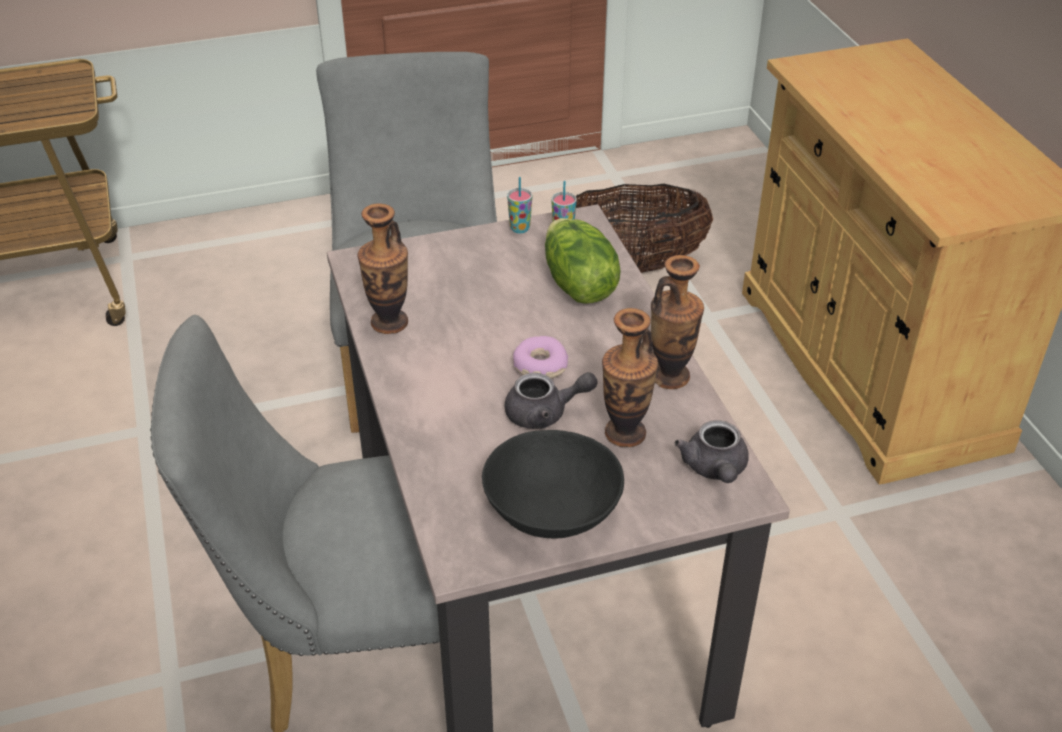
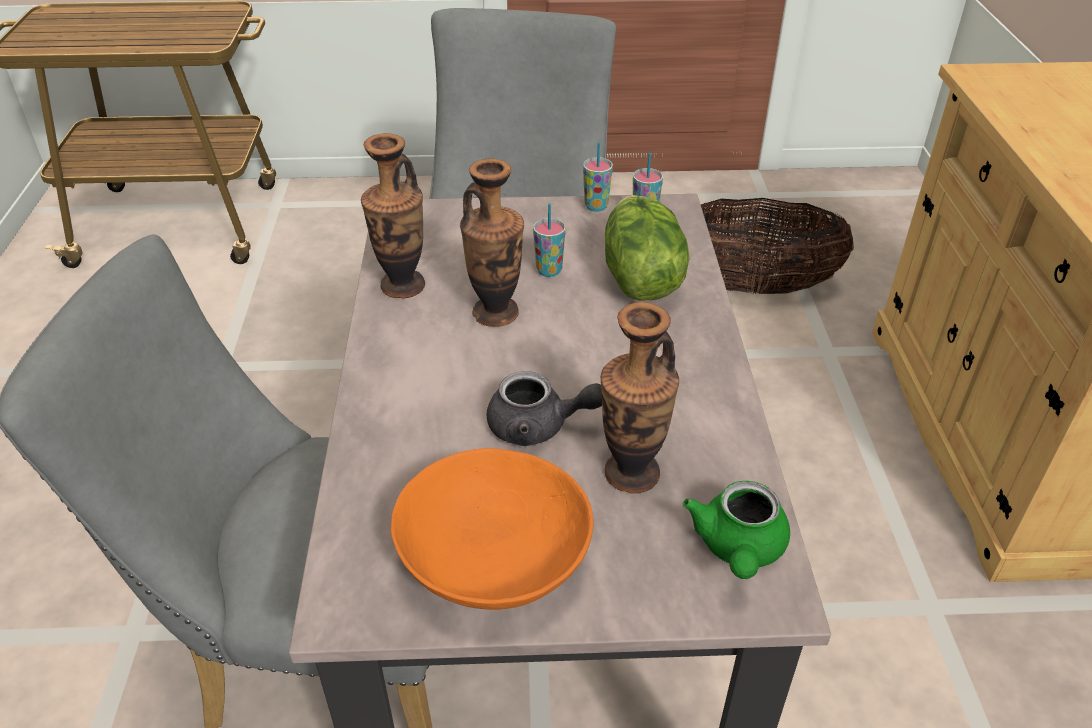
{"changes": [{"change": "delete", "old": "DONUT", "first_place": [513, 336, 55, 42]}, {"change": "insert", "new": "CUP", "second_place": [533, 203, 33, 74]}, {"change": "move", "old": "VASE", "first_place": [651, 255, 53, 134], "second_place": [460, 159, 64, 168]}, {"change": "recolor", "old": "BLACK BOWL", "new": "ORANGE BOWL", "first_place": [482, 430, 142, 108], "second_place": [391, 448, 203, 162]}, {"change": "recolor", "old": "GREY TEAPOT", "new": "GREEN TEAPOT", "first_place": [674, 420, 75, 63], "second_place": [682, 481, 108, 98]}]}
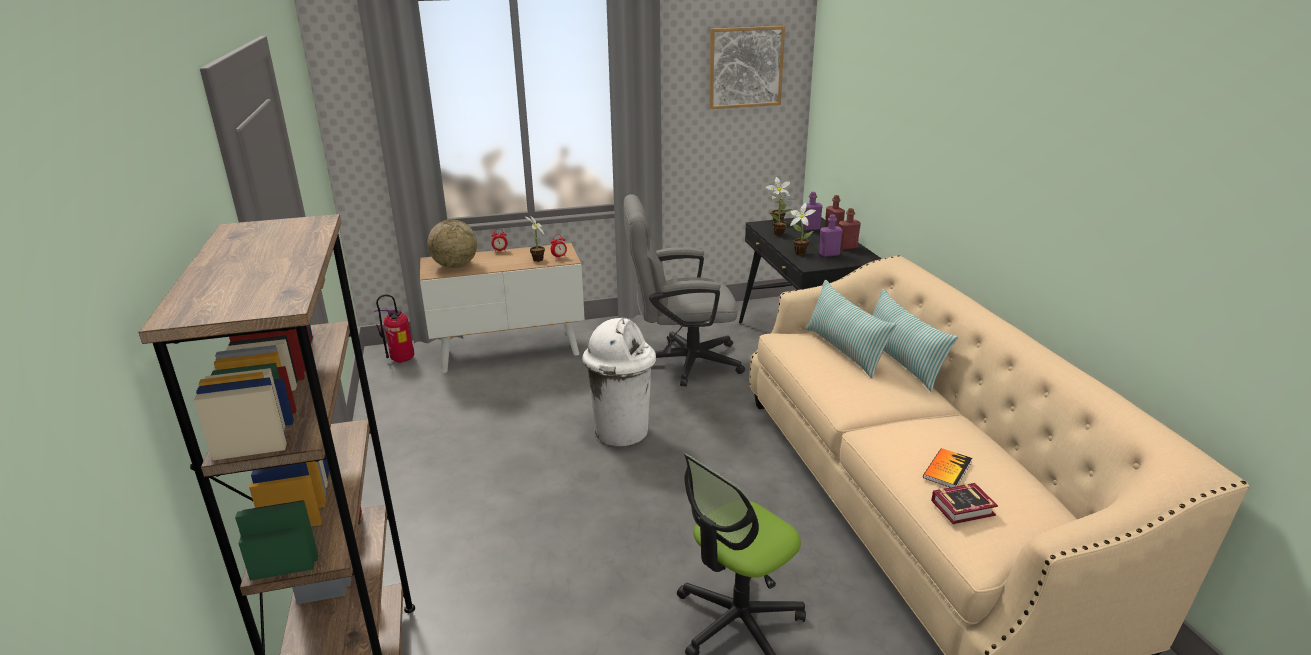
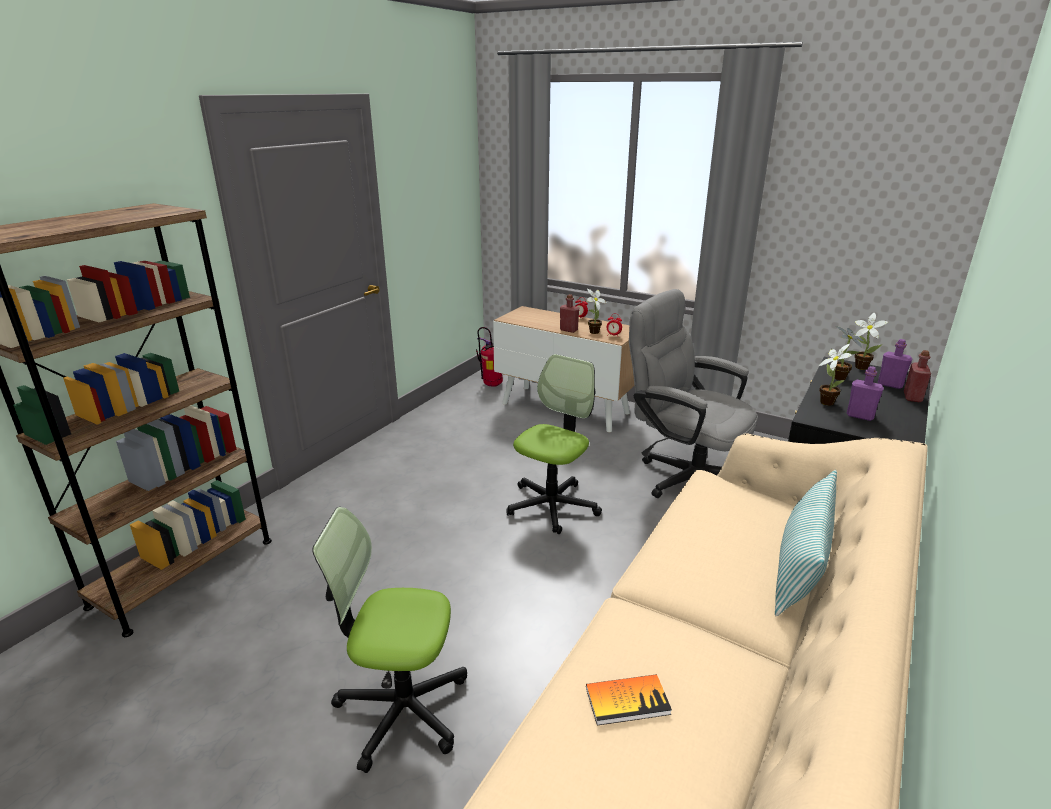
{"changes": [{"change": "delete", "old": "GLOBE", "first_place": [427, 219, 50, 49]}, {"change": "delete", "old": "PICTURE", "first_place": [709, 26, 76, 83]}, {"change": "delete", "old": "PILLOW", "first_place": [806, 280, 90, 99]}, {"change": "delete", "old": "BOOK", "first_place": [931, 483, 67, 41]}, {"change": "move", "old": "RED BOTTLE", "first_place": [839, 208, 22, 42], "second_place": [560, 294, 19, 39]}, {"change": "replace", "old": "WHITE TRASH CAN", "new": "OFFICE CHAIR", "first_place": [582, 318, 74, 129], "second_place": [506, 354, 96, 180]}]}
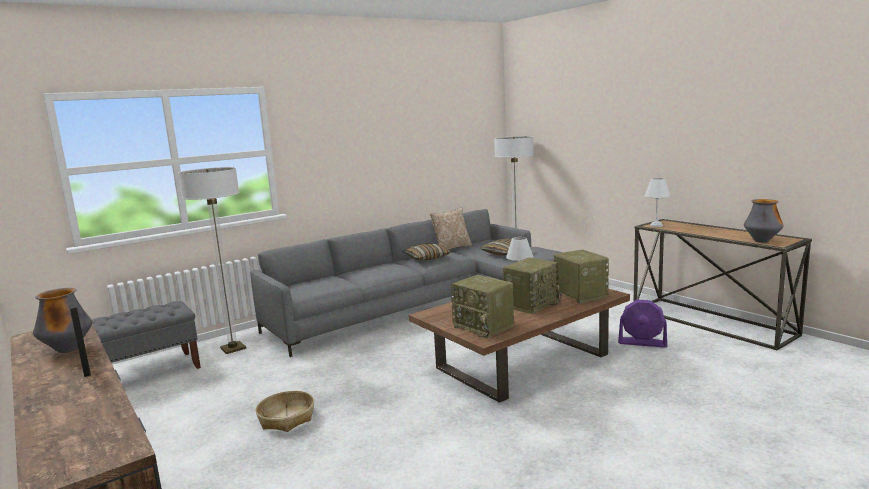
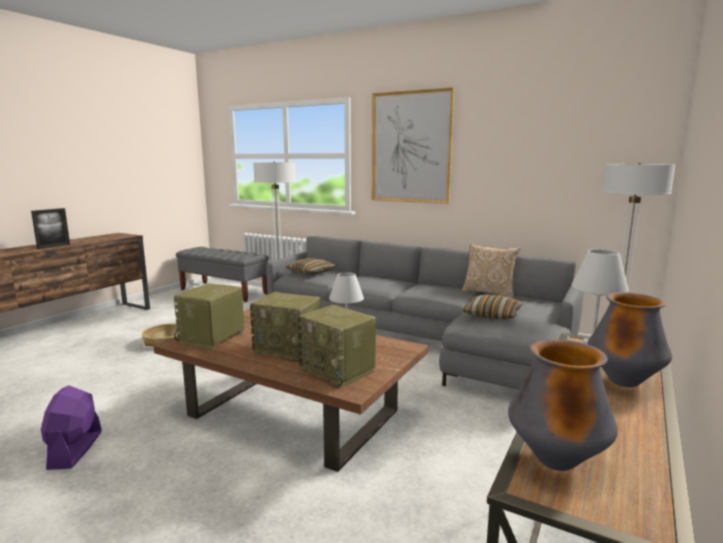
{"changes": [{"change": "insert", "new": "PICTURE", "second_place": [372, 87, 82, 117]}, {"change": "move", "old": "VASE", "first_place": [33, 288, 59, 65], "second_place": [588, 292, 84, 95]}, {"change": "move", "old": "PILLOW", "first_place": [403, 243, 47, 17], "second_place": [285, 258, 52, 16]}, {"change": "move", "old": "PURPLE FAN", "first_place": [618, 300, 49, 48], "second_place": [41, 385, 61, 85]}, {"change": "rotate", "old": "RADIO", "first_place": [554, 249, 55, 55], "second_place": [298, 305, 78, 83], "degrees": 90}]}
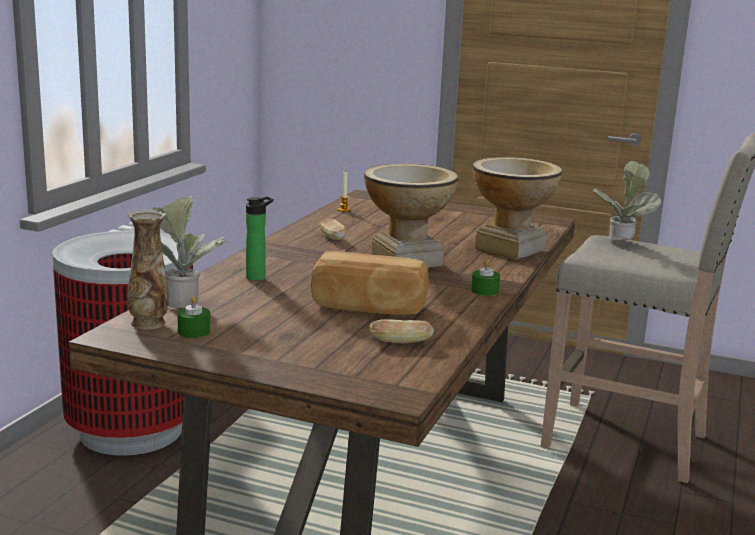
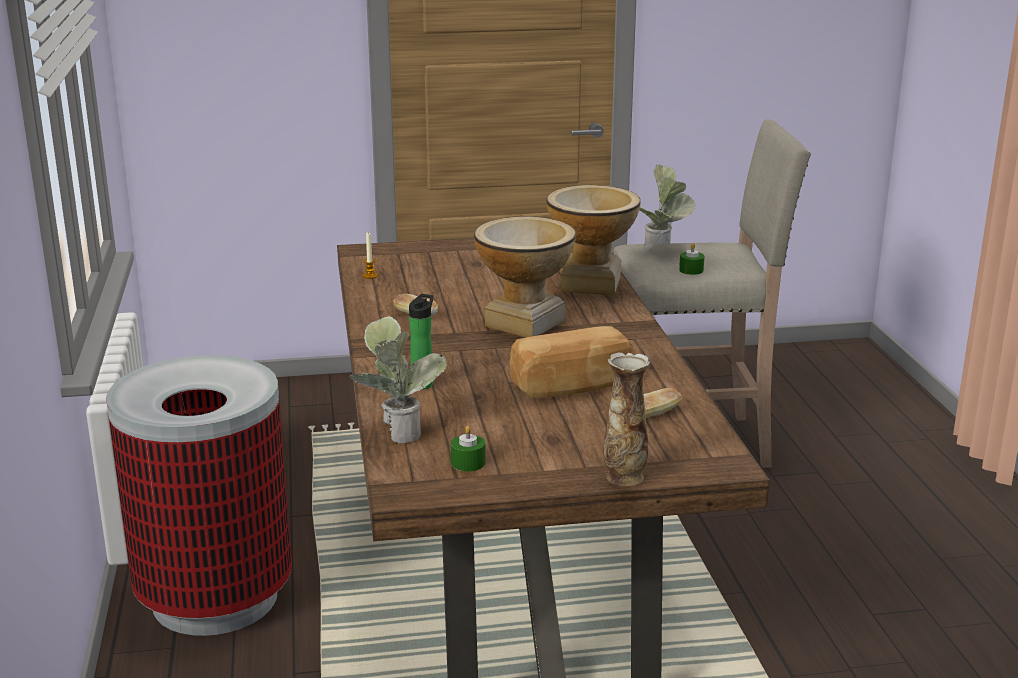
{"changes": [{"change": "move", "old": "VASE", "first_place": [127, 209, 42, 120], "second_place": [603, 353, 47, 133]}, {"change": "move", "old": "GREEN CANDLE", "first_place": [471, 260, 29, 36], "second_place": [679, 243, 25, 32]}]}
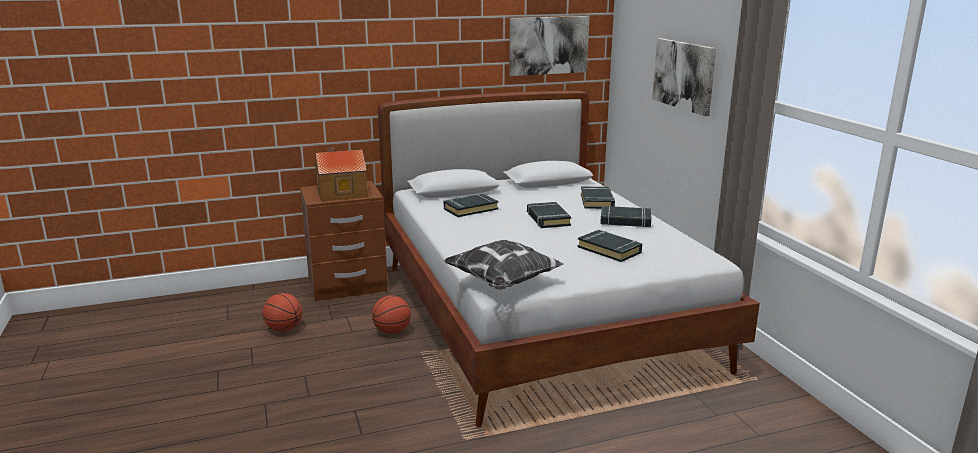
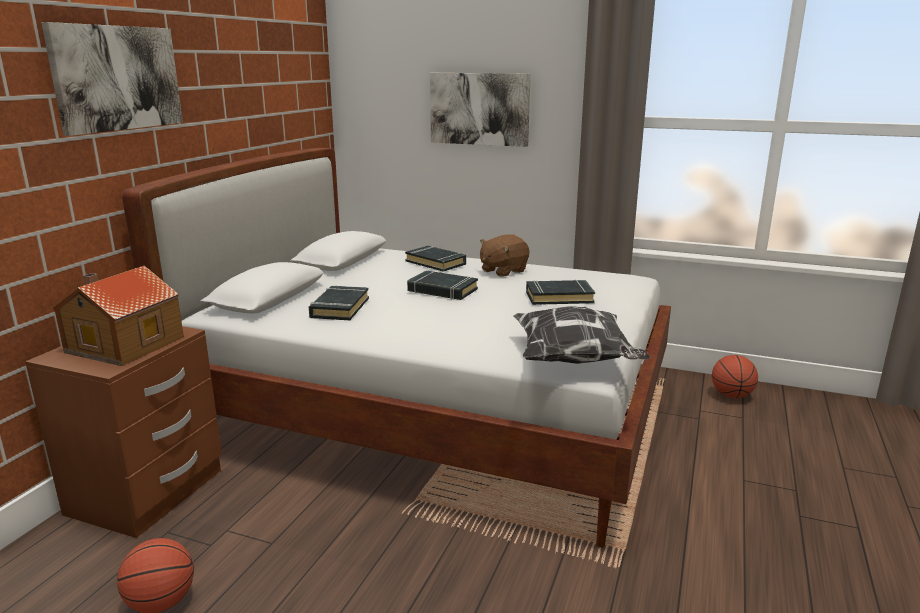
{"changes": [{"change": "move", "old": "BASKETBALL", "first_place": [372, 295, 39, 39], "second_place": [712, 355, 46, 43]}, {"change": "move", "old": "PICTURE", "first_place": [509, 16, 80, 60], "second_place": [41, 22, 142, 114]}, {"change": "replace", "old": "BLACK BOOK", "new": "BROWN PLUSH TOY", "first_place": [600, 206, 51, 22], "second_place": [480, 235, 49, 42]}]}
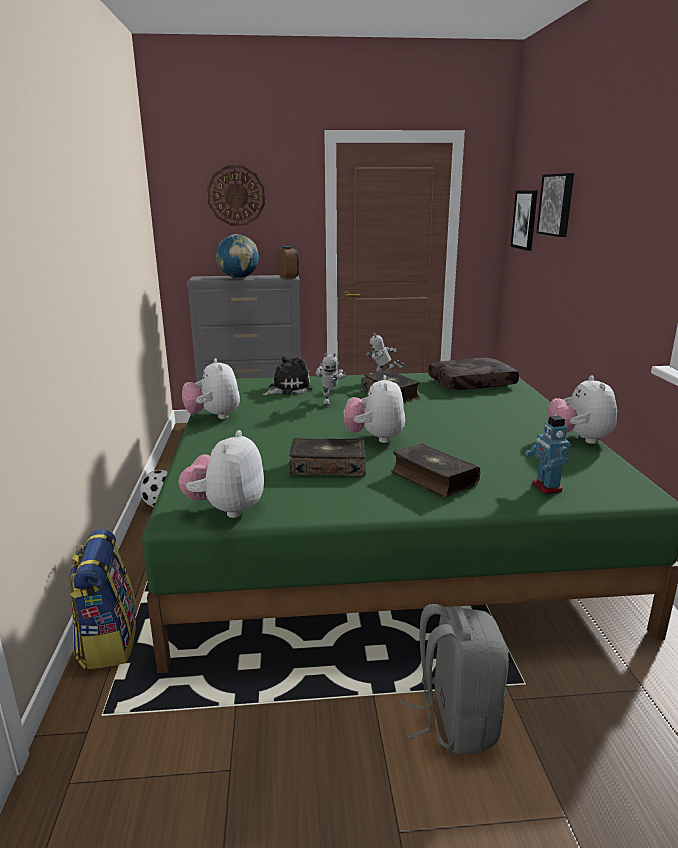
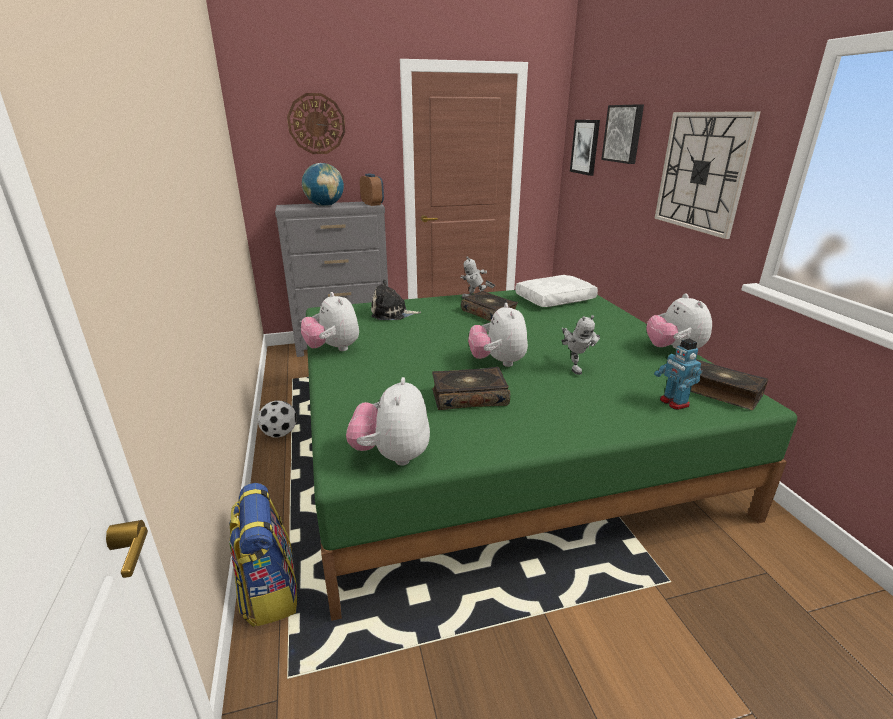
{"changes": [{"change": "delete", "old": "GREY BACKPACK", "first_place": [402, 604, 107, 150]}, {"change": "insert", "new": "WALL CLOCK", "second_place": [654, 111, 107, 128]}, {"change": "move", "old": "TOY ROBOT", "first_place": [315, 353, 31, 53], "second_place": [561, 315, 39, 60]}, {"change": "move", "old": "BOOK", "first_place": [391, 443, 89, 54], "second_place": [690, 359, 79, 51]}, {"change": "recolor", "old": "BROWN PILLOW", "new": "WHITE PILLOW", "first_place": [428, 358, 91, 32], "second_place": [515, 275, 83, 32]}, {"change": "rotate", "old": "PLUSH TOY", "first_place": [263, 356, 50, 40], "second_place": [371, 279, 50, 41], "degrees": -135}]}
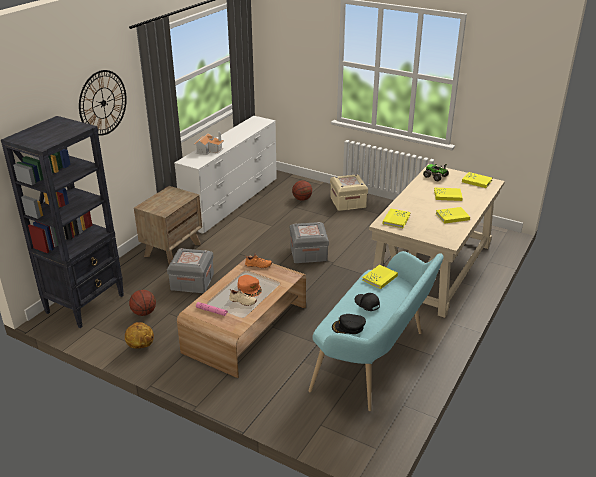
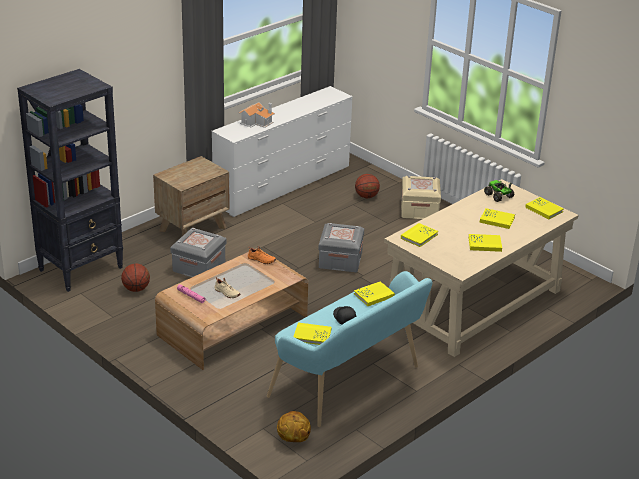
{"changes": [{"change": "delete", "old": "WALL CLOCK", "first_place": [79, 70, 48, 66]}, {"change": "delete", "old": "ORANGE CAP", "first_place": [237, 275, 25, 22]}, {"change": "move", "old": "BASKETBALL", "first_place": [125, 322, 29, 26], "second_place": [277, 411, 34, 31]}, {"change": "replace", "old": "BLACK CAP", "new": "YELLOW BOOK", "first_place": [332, 314, 34, 20], "second_place": [293, 322, 38, 23]}]}
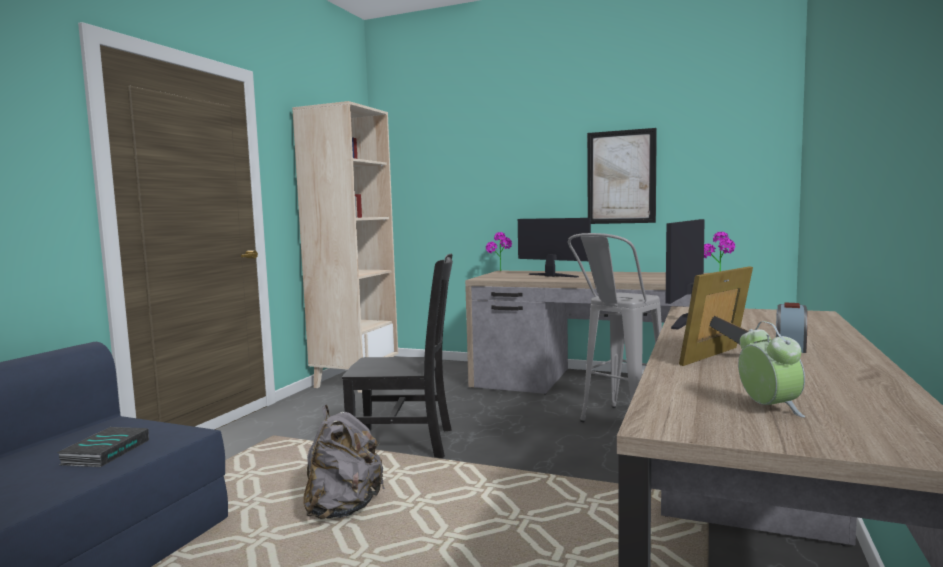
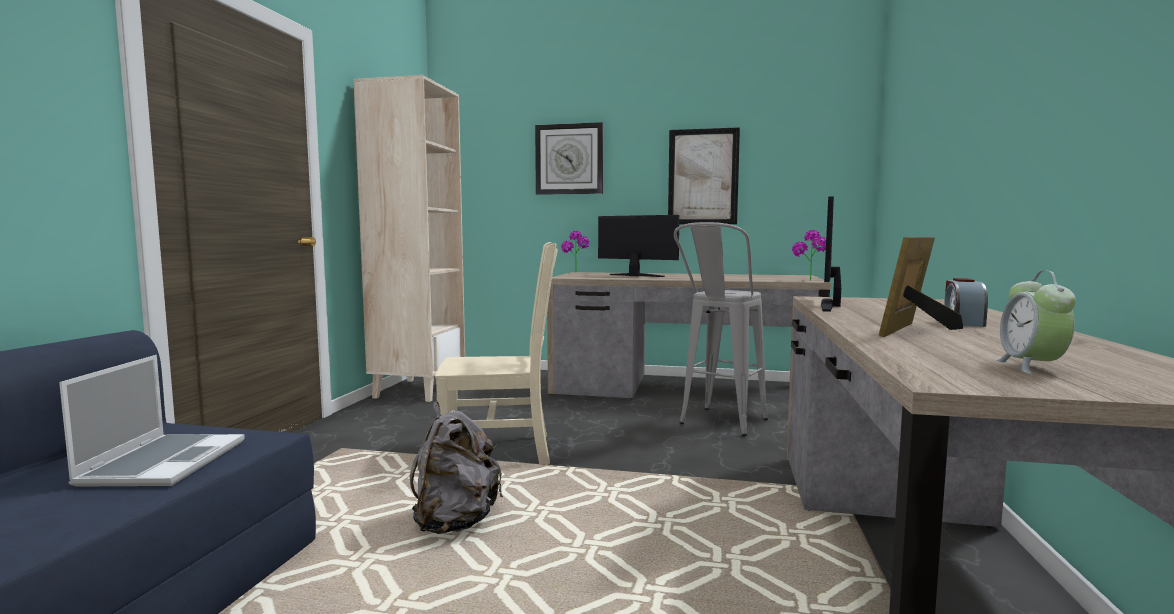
{"changes": [{"change": "insert", "new": "WALL CLOCK", "second_place": [535, 122, 68, 73]}, {"change": "replace", "old": "BOOK", "new": "LAPTOP", "first_place": [57, 427, 92, 40], "second_place": [59, 355, 186, 132]}, {"change": "recolor", "old": "BLACK CHAIR", "new": "BEIGE CHAIR", "first_place": [342, 254, 111, 204], "second_place": [435, 242, 123, 222]}, {"change": "rotate", "old": "ALARM CLOCK", "first_place": [738, 321, 67, 97], "second_place": [996, 270, 80, 104], "degrees": -150}]}
